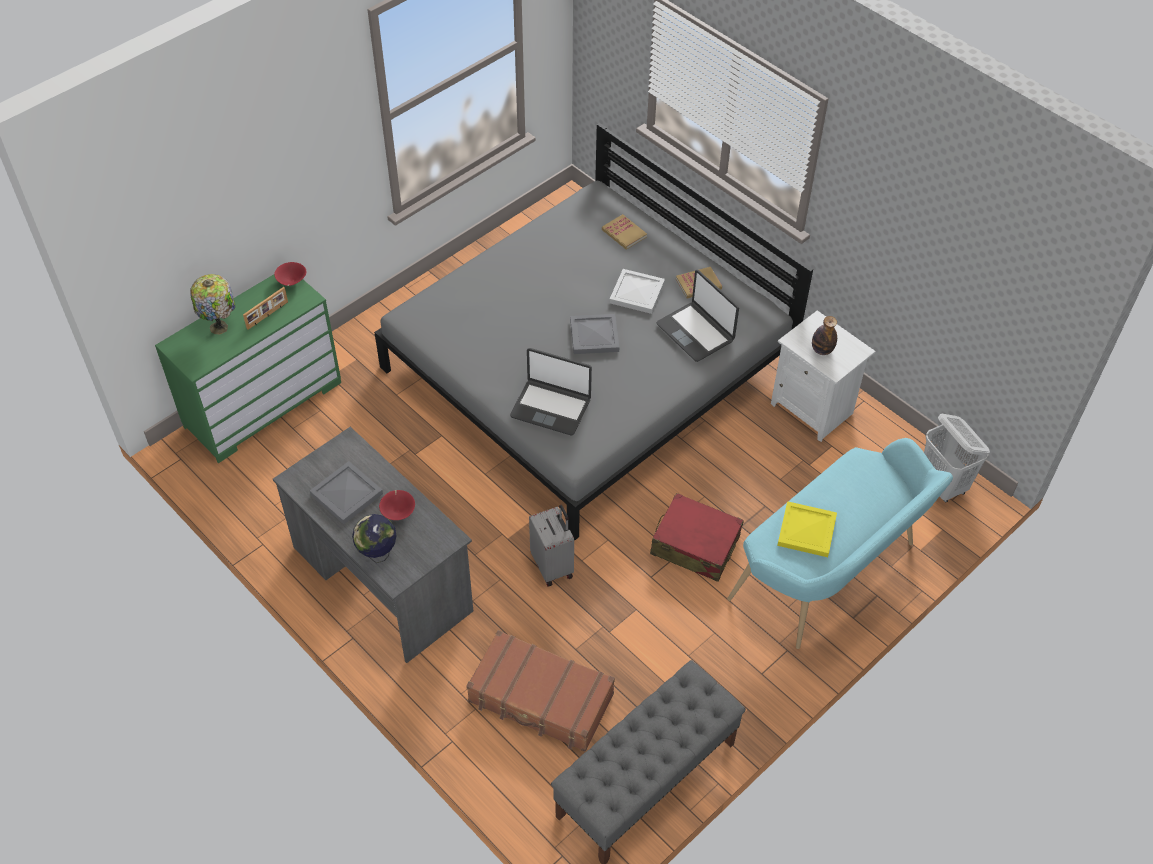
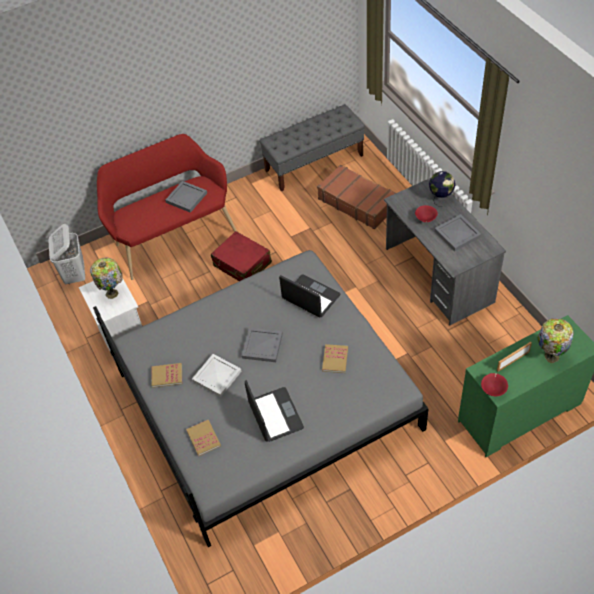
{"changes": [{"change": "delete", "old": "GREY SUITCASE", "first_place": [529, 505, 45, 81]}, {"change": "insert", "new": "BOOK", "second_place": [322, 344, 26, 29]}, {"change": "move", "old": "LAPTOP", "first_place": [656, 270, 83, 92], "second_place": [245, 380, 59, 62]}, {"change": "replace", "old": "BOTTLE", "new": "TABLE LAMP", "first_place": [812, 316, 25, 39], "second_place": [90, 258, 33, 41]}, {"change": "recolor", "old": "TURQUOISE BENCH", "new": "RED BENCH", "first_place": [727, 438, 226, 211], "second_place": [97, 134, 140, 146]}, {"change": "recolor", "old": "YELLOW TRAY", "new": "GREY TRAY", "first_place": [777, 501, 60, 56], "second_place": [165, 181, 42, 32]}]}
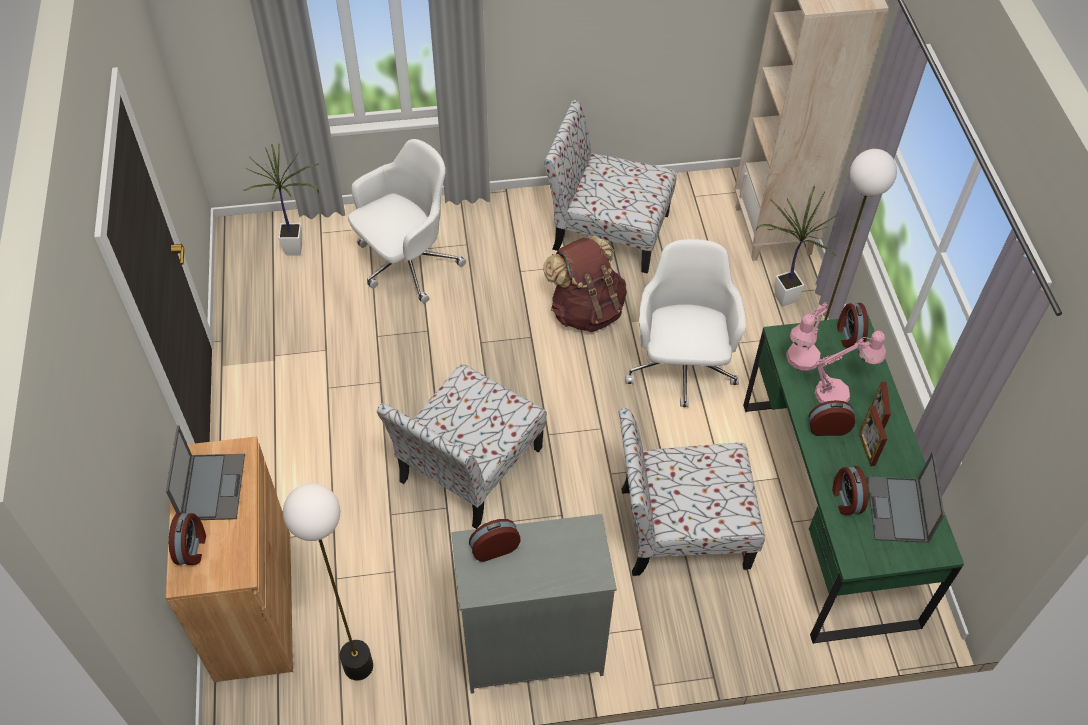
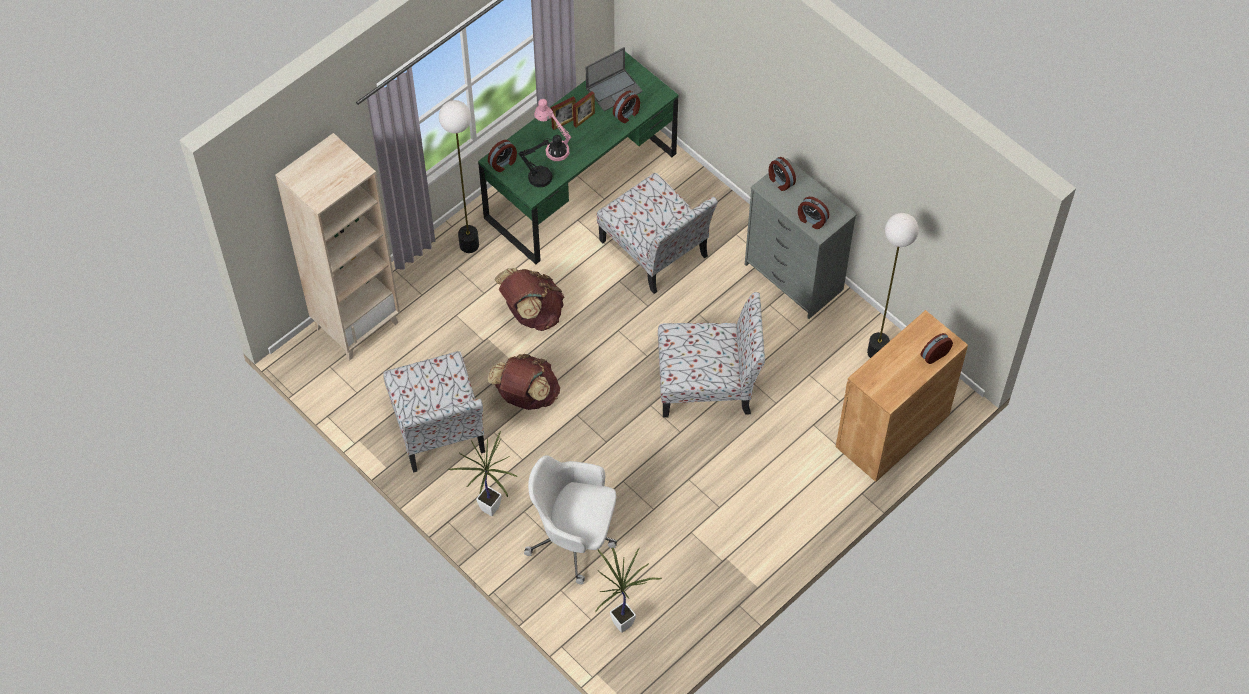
{"changes": [{"change": "delete", "old": "LAPTOP", "first_place": [166, 425, 79, 95]}, {"change": "move", "old": "POTTED PLANT", "first_place": [756, 185, 81, 122], "second_place": [448, 431, 69, 85]}, {"change": "move", "old": "ALARM CLOCK", "first_place": [809, 400, 46, 36], "second_place": [769, 157, 27, 34]}, {"change": "replace", "old": "WHITE OFFICE CHAIR", "new": "BROWN BACKPACK", "first_place": [626, 239, 120, 168], "second_place": [494, 268, 70, 63]}, {"change": "recolor", "old": "PINK TABLE LAMP", "new": "BLACK TABLE LAMP", "first_place": [786, 302, 42, 69], "second_place": [519, 135, 48, 52]}]}
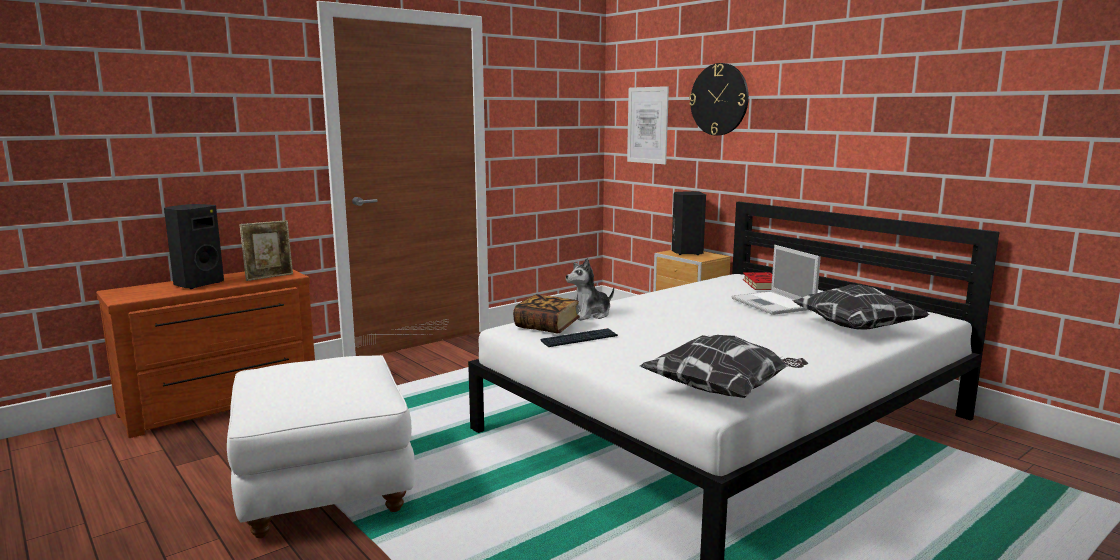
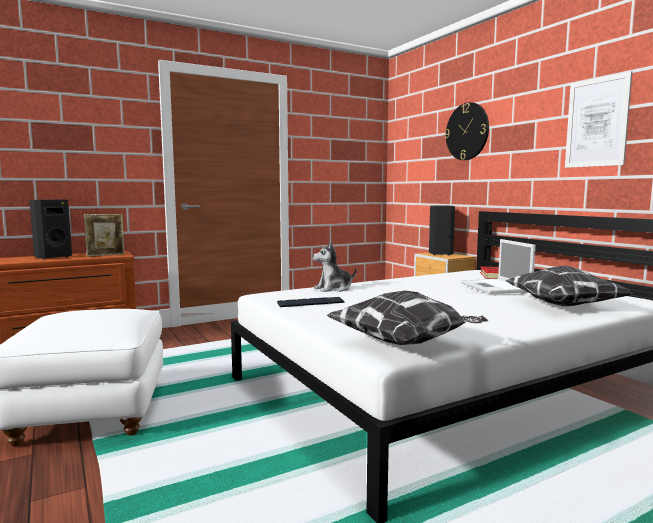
{"changes": [{"change": "delete", "old": "BOOK", "first_place": [513, 294, 67, 39]}, {"change": "move", "old": "PICTURE", "first_place": [627, 86, 42, 78], "second_place": [565, 71, 67, 97]}]}
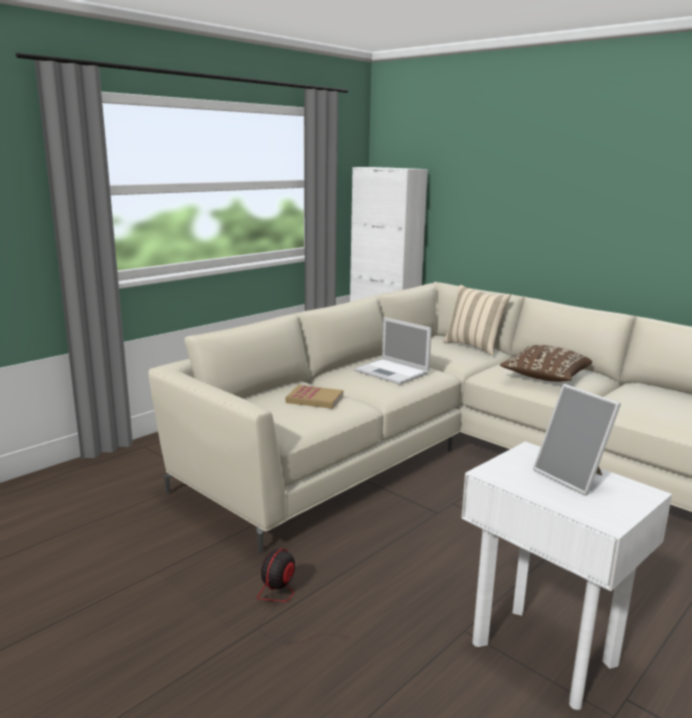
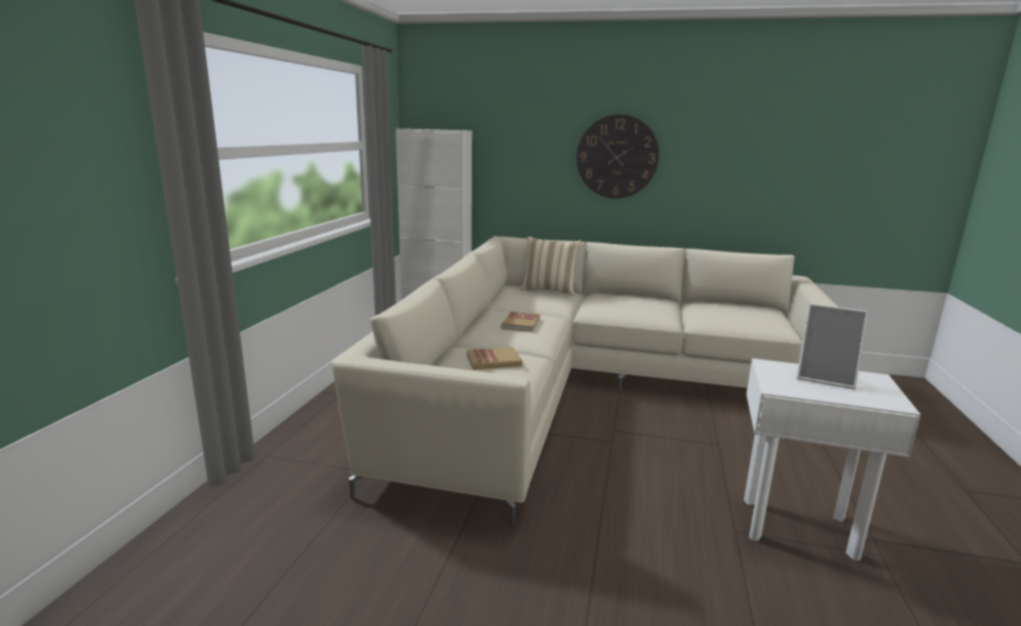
{"changes": [{"change": "delete", "old": "FAN", "first_place": [257, 549, 94, 94]}, {"change": "delete", "old": "BROWN PILLOW", "first_place": [500, 345, 92, 37]}, {"change": "insert", "new": "WALL CLOCK", "second_place": [576, 114, 83, 85]}, {"change": "replace", "old": "LAPTOP", "new": "BOOK", "first_place": [354, 317, 78, 68], "second_place": [501, 312, 39, 20]}]}
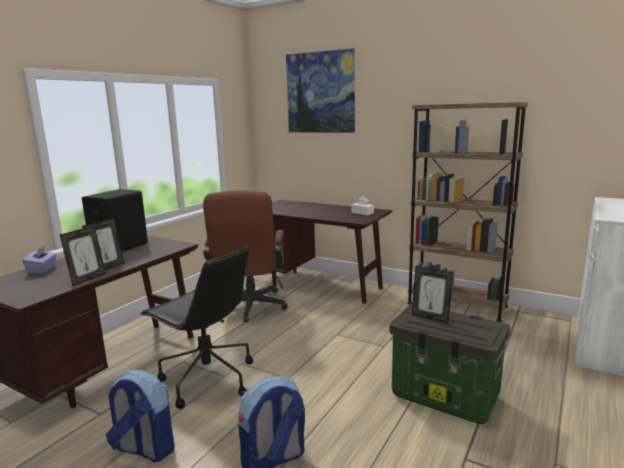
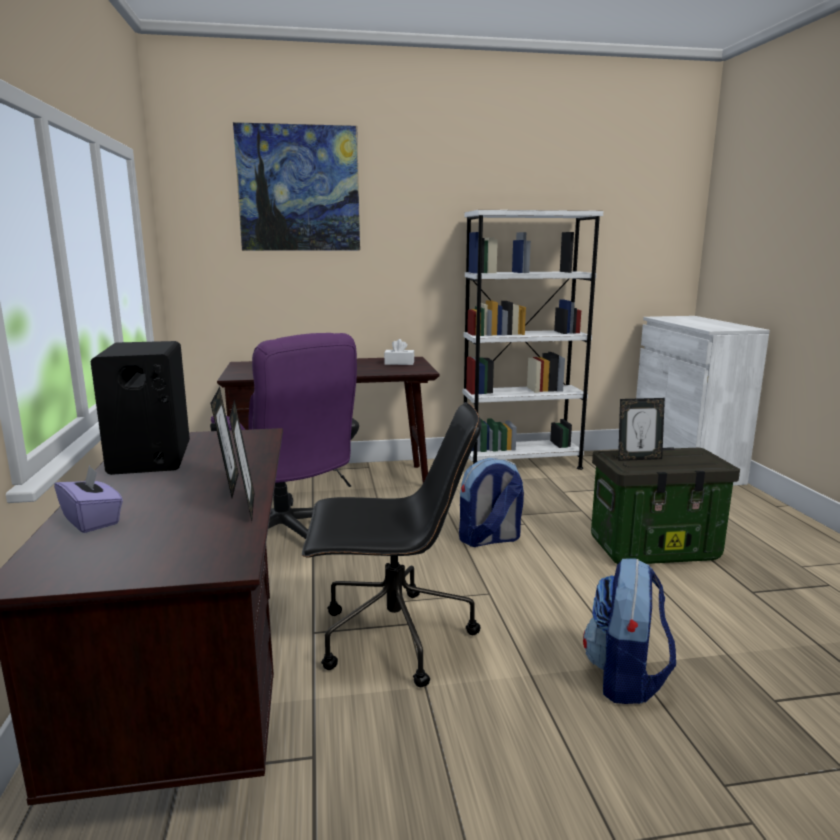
{"changes": [{"change": "move", "old": "BACKPACK", "first_place": [106, 370, 69, 92], "second_place": [459, 458, 65, 89]}, {"change": "recolor", "old": "BROWN OFFICE CHAIR", "new": "PURPLE OFFICE CHAIR", "first_place": [203, 191, 85, 131], "second_place": [210, 333, 149, 206]}, {"change": "recolor", "old": "BROWN BOOKCASE", "new": "WHITE BOOKCASE", "first_place": [407, 102, 121, 220], "second_place": [463, 210, 140, 260]}]}
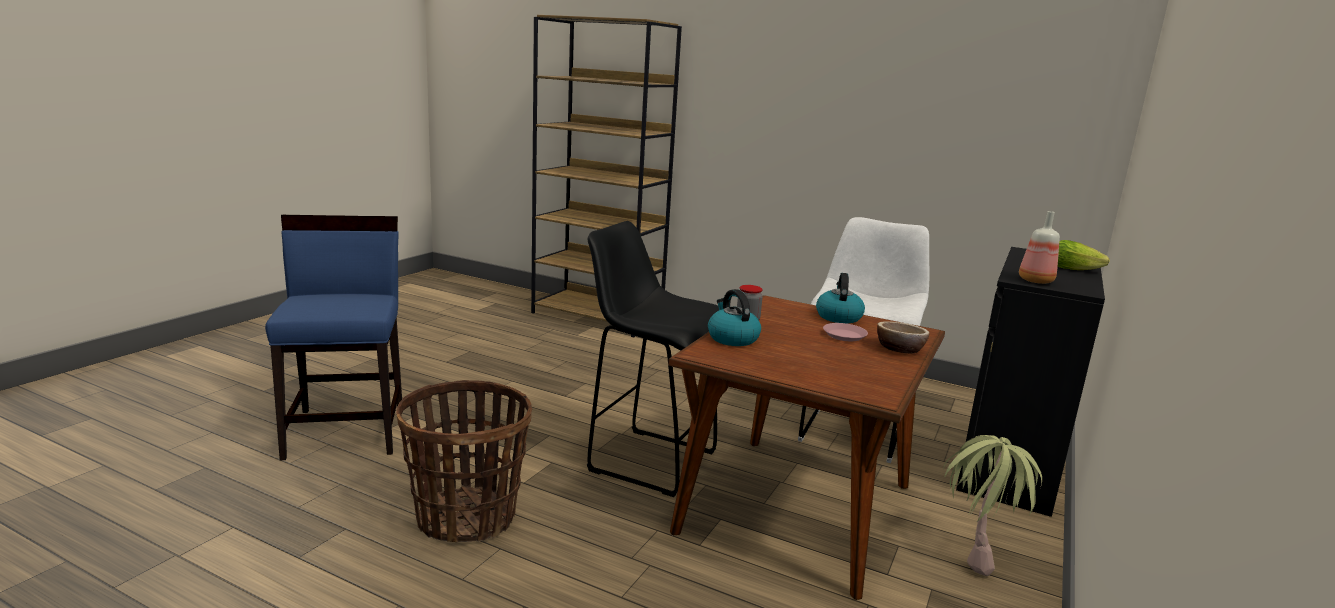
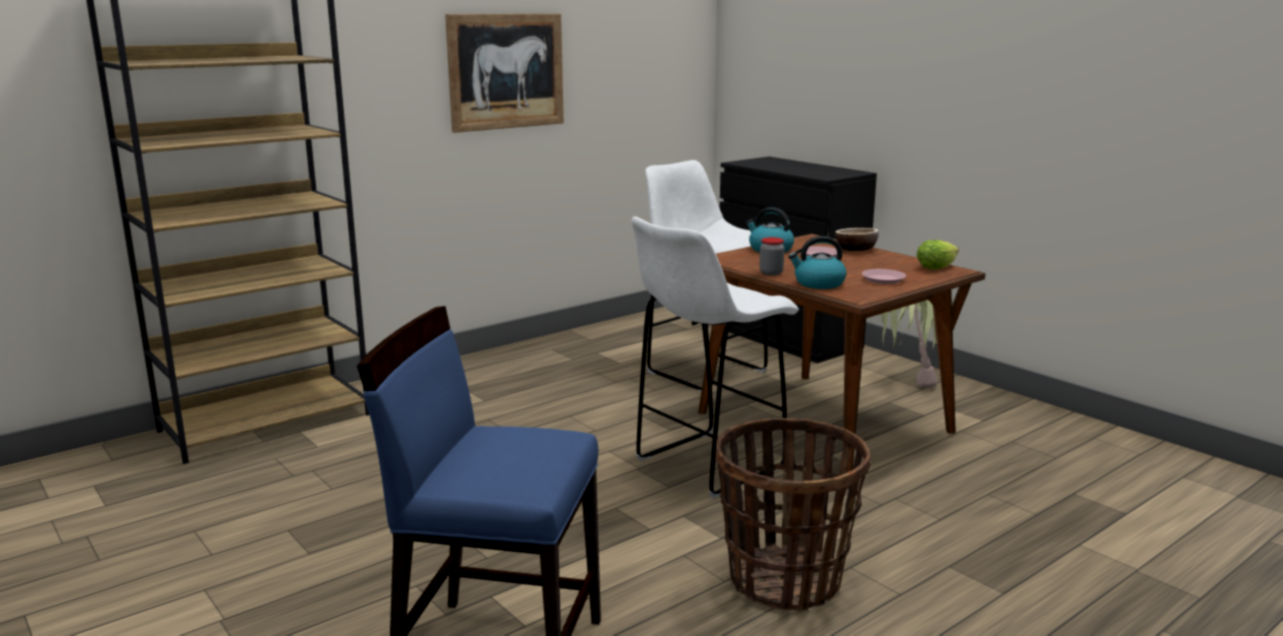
{"changes": [{"change": "delete", "old": "BOTTLE", "first_place": [1019, 211, 41, 73]}, {"change": "insert", "new": "PICTURE", "second_place": [445, 14, 119, 119]}, {"change": "insert", "new": "PINK PLATE", "second_place": [862, 269, 44, 15]}, {"change": "move", "old": "LETTUCE", "first_place": [1058, 240, 52, 30], "second_place": [917, 240, 42, 30]}, {"change": "recolor", "old": "BLACK STOOL", "new": "WHITE STOOL", "first_place": [587, 221, 132, 276], "second_place": [632, 217, 167, 281]}]}
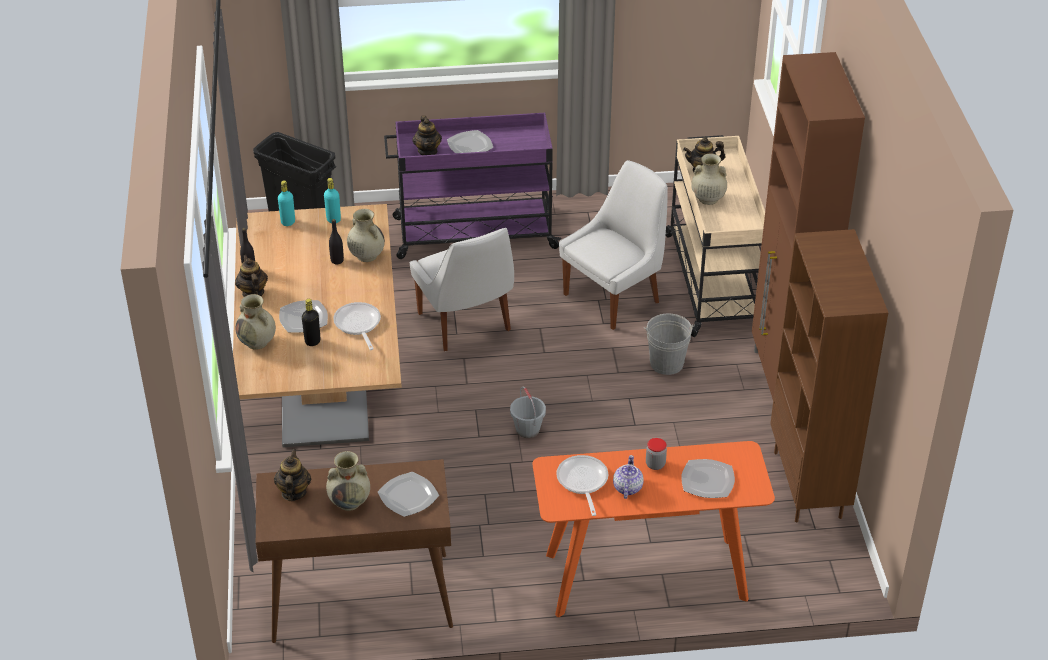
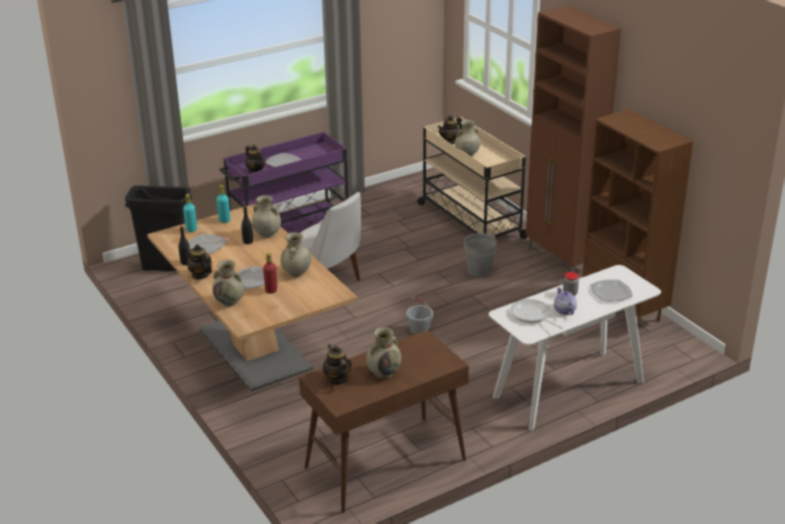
{"changes": [{"change": "delete", "old": "WHITE CHAIR", "first_place": [559, 160, 109, 170]}, {"change": "move", "old": "PLATE", "first_place": [378, 472, 61, 45], "second_place": [188, 234, 38, 20]}, {"change": "replace", "old": "FRYING PAN", "new": "BEIGE VASE", "first_place": [333, 302, 48, 48], "second_place": [281, 232, 30, 45]}, {"change": "recolor", "old": "BLACK BOTTLE", "new": "RED BOTTLE", "first_place": [302, 299, 19, 47], "second_place": [263, 252, 14, 42]}, {"change": "recolor", "old": "ORANGE CONSOLE TABLE", "new": "WHITE CONSOLE TABLE", "first_place": [533, 441, 242, 176], "second_place": [489, 265, 172, 166]}]}
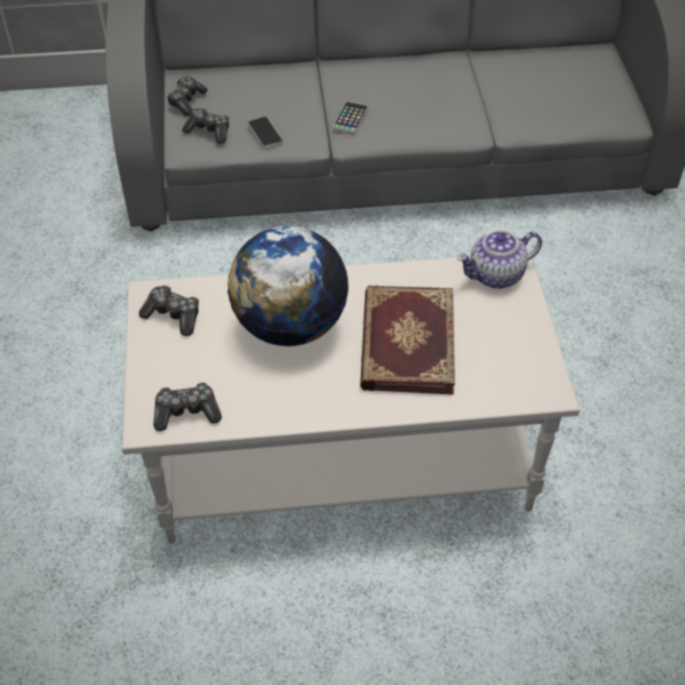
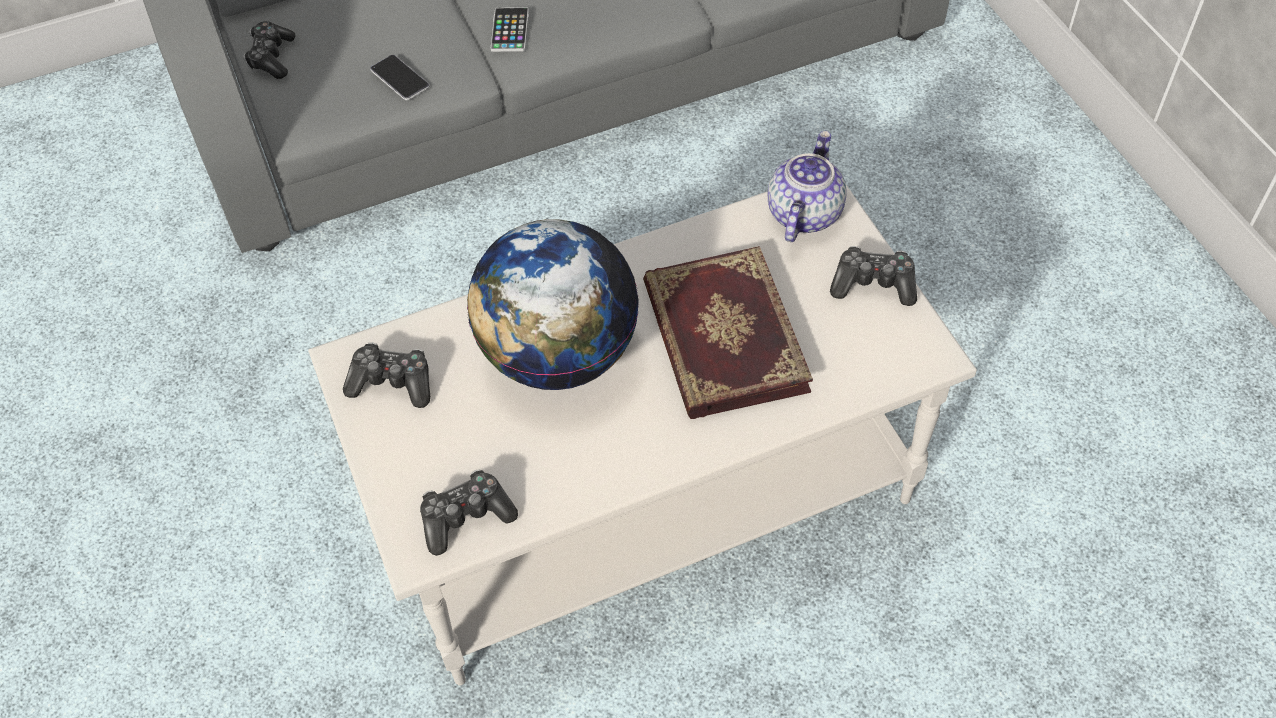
{"changes": [{"change": "move", "old": "GAME CONTROLLER", "first_place": [182, 108, 47, 36], "second_place": [830, 246, 87, 60]}, {"change": "rotate", "old": "TEAPOT", "first_place": [457, 230, 85, 59], "second_place": [768, 130, 79, 112], "degrees": 150}]}
